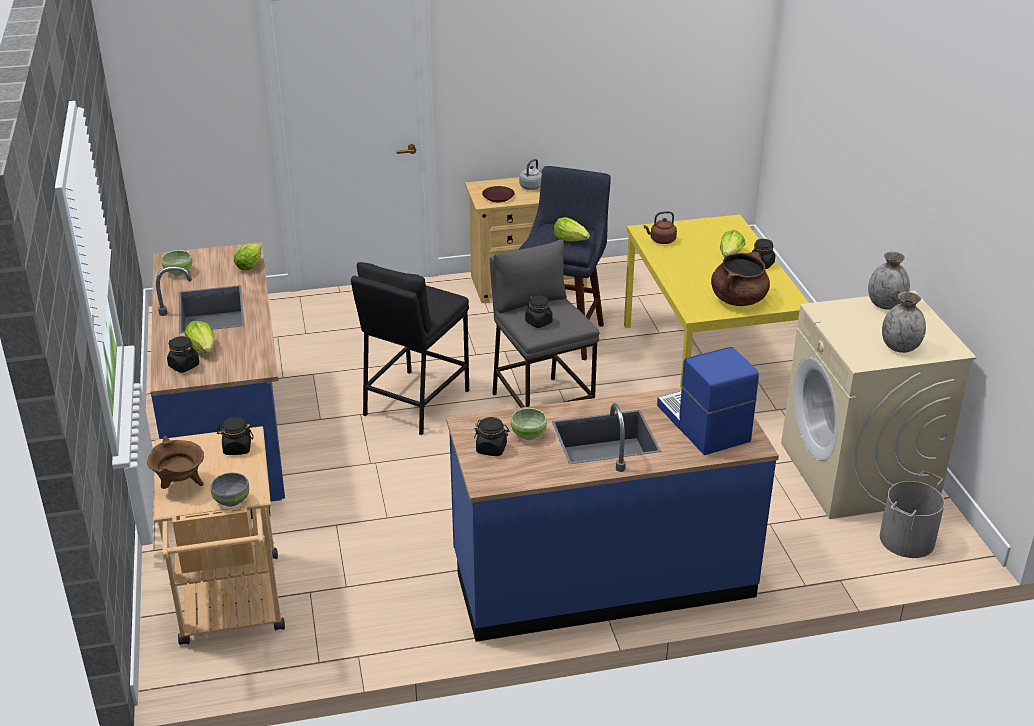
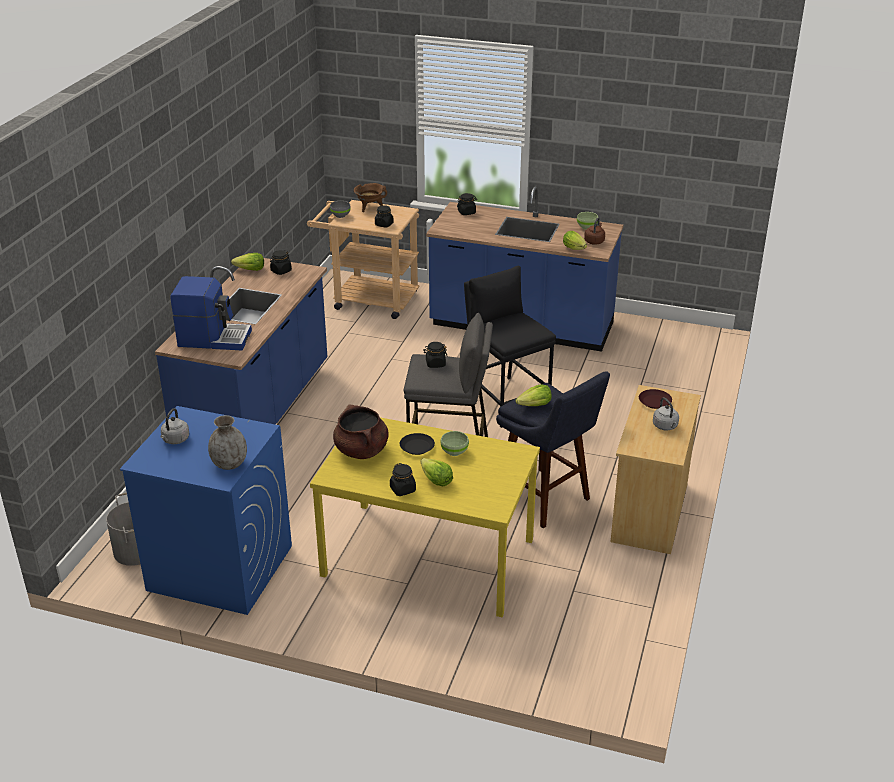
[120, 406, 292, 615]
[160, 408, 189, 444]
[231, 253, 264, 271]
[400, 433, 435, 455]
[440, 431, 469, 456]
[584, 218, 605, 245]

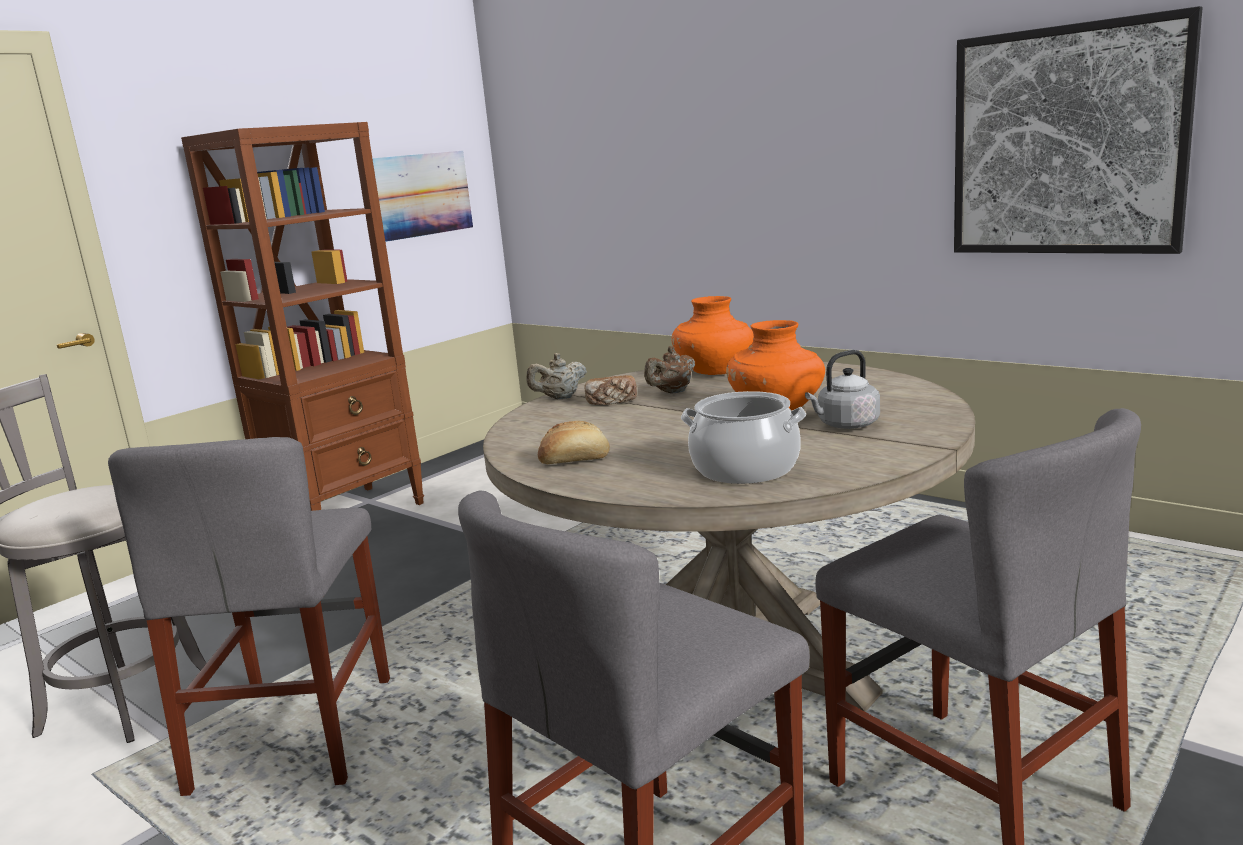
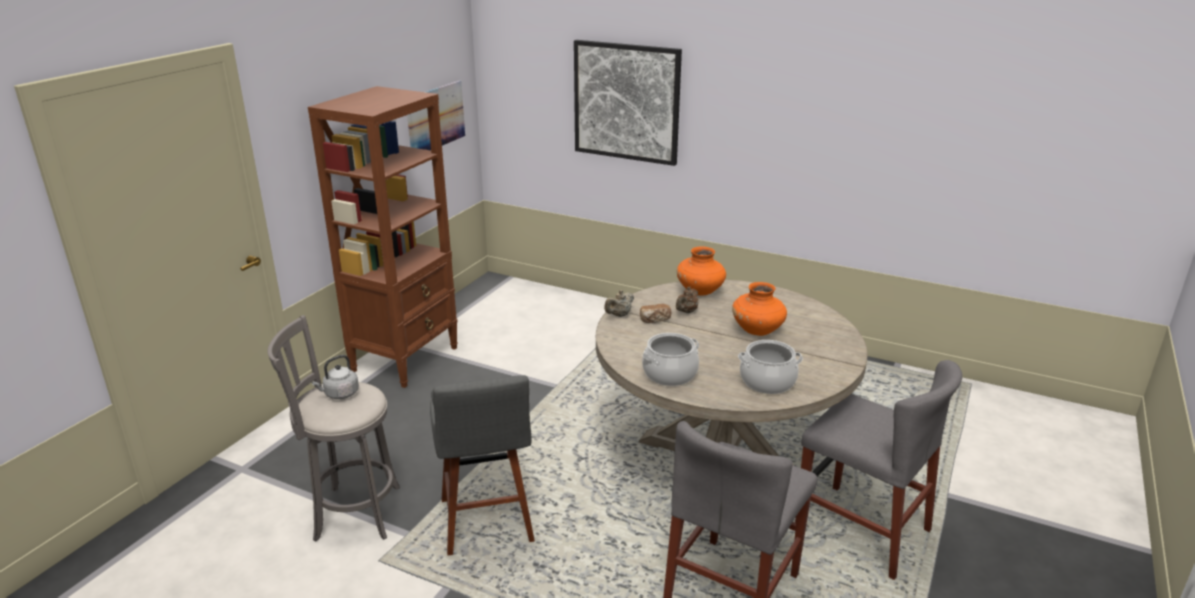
[312, 355, 359, 399]
[430, 375, 535, 555]
[574, 40, 682, 166]
[642, 333, 699, 386]

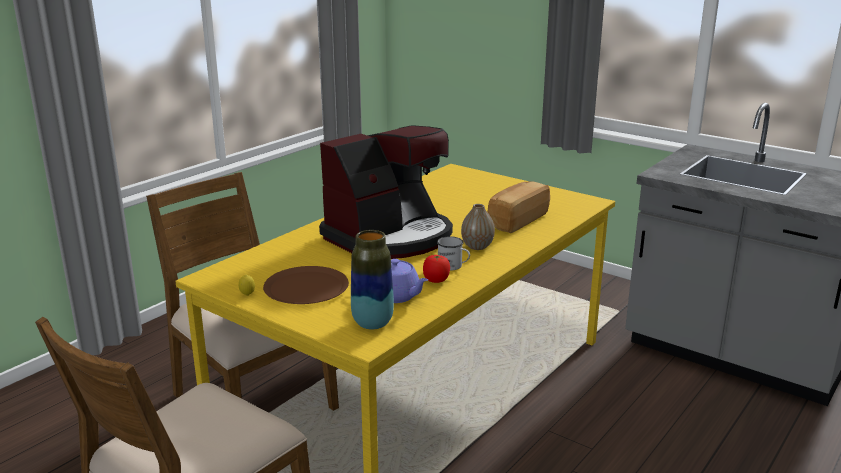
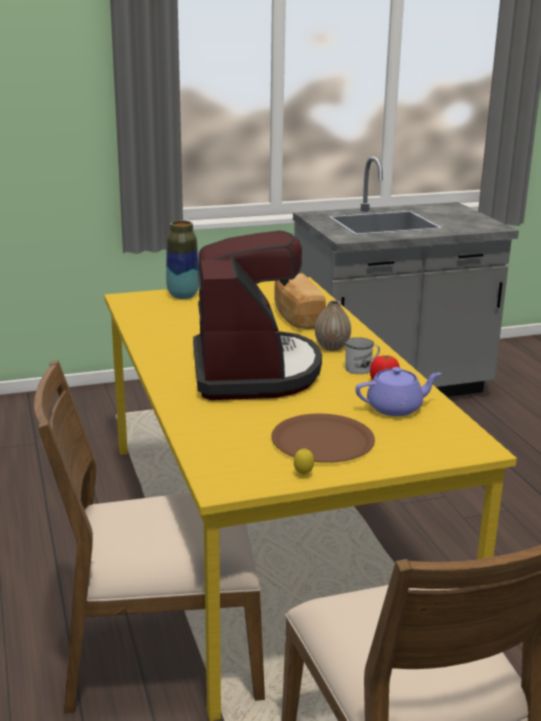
[166, 221, 199, 299]

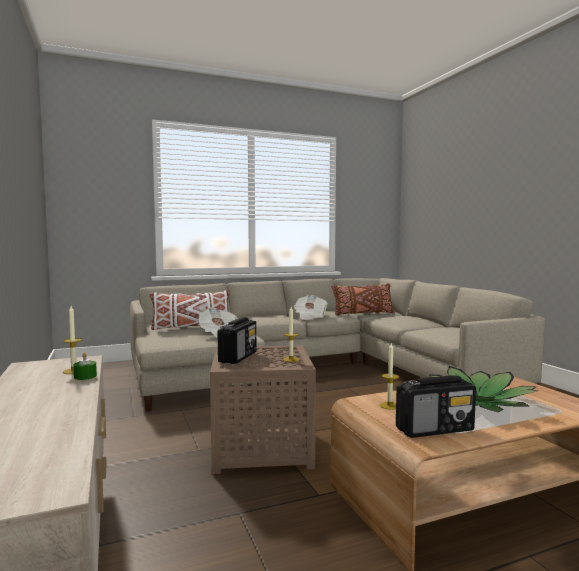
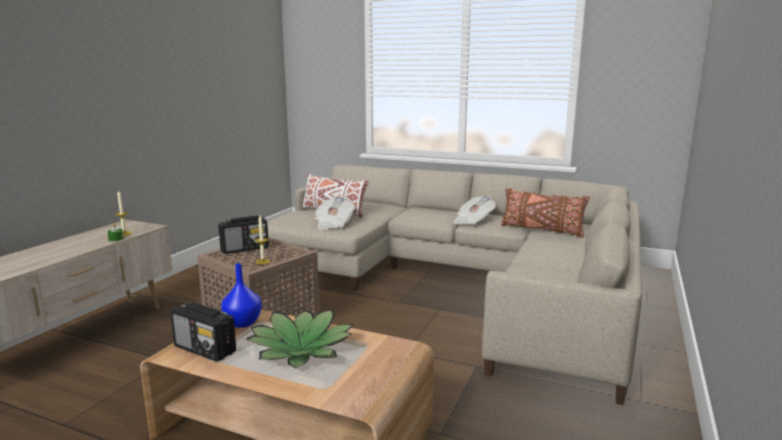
[221, 263, 262, 328]

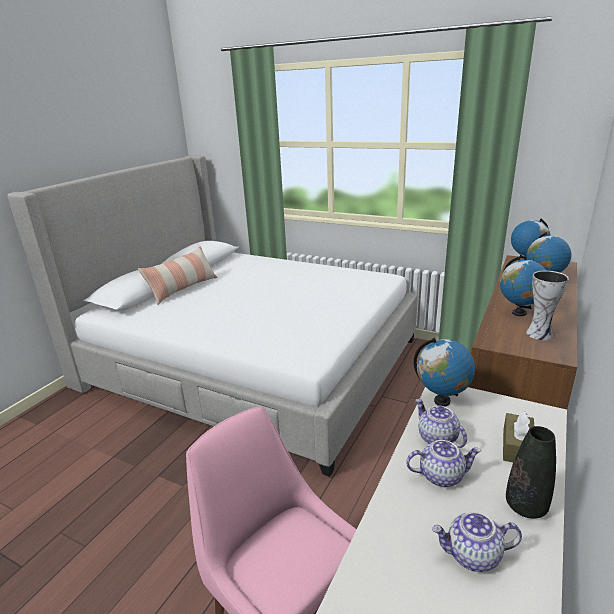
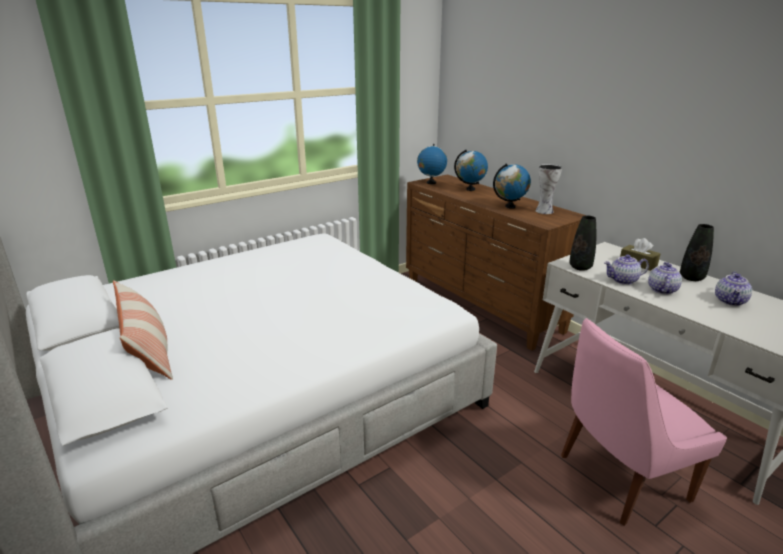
[569, 216, 596, 271]

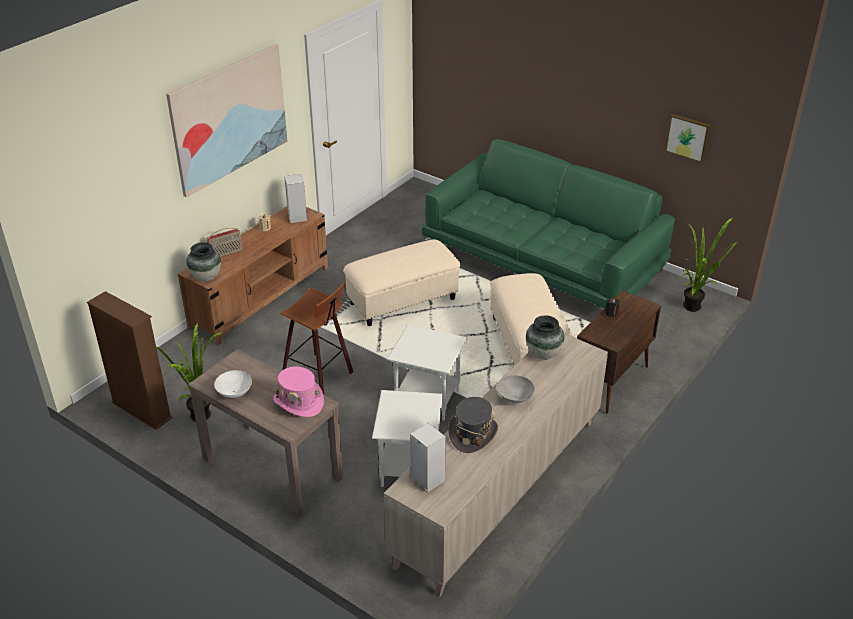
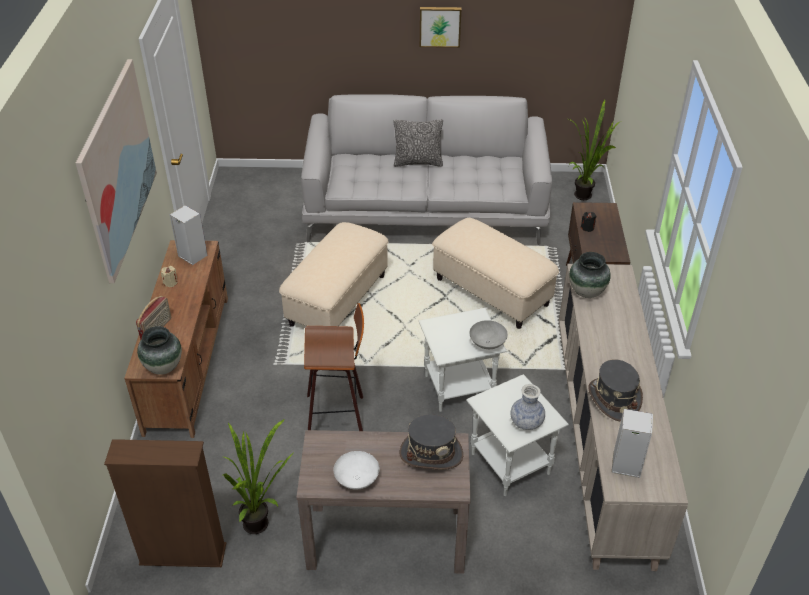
[301, 94, 552, 245]
[394, 119, 443, 167]
[400, 414, 463, 470]
[420, 7, 461, 48]
[469, 320, 508, 349]
[510, 384, 545, 430]

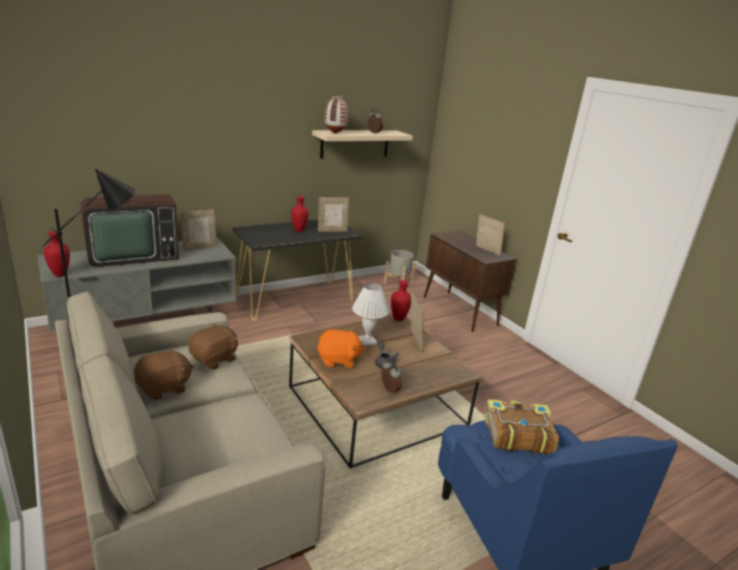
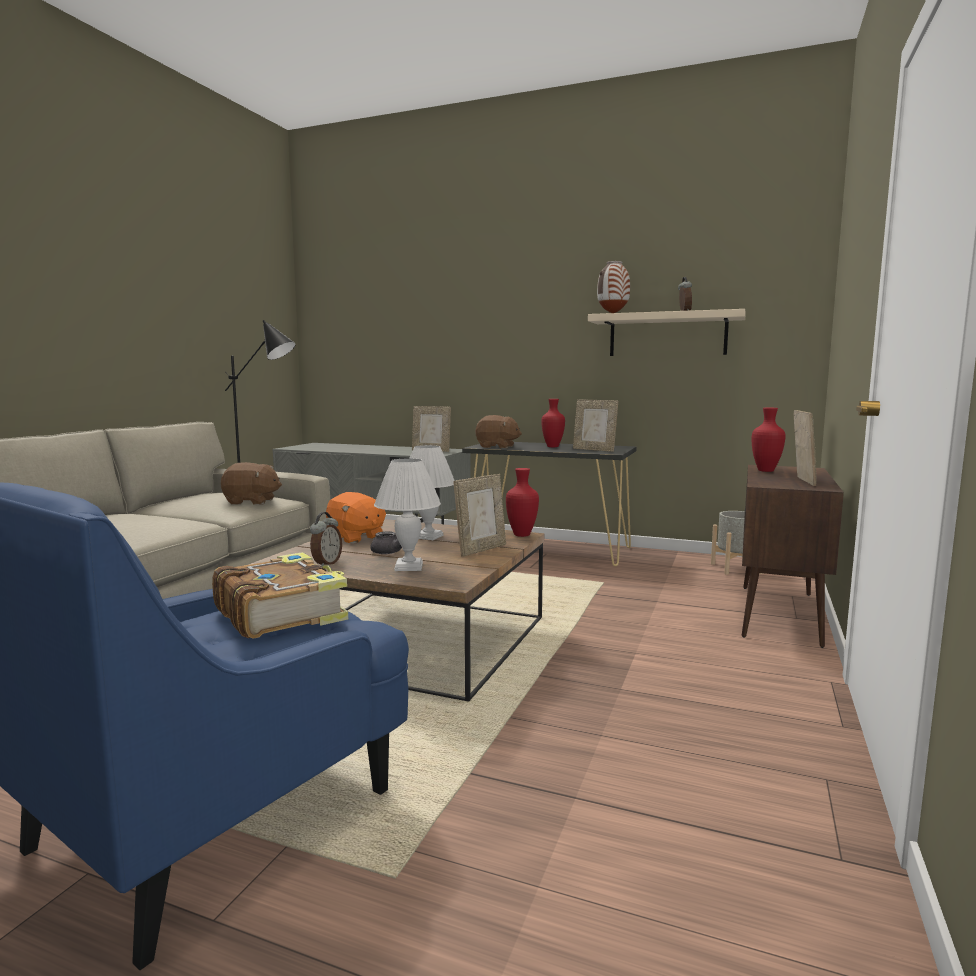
[374, 458, 441, 571]
[475, 415, 522, 449]
[752, 408, 785, 472]
[80, 194, 179, 267] (first image)

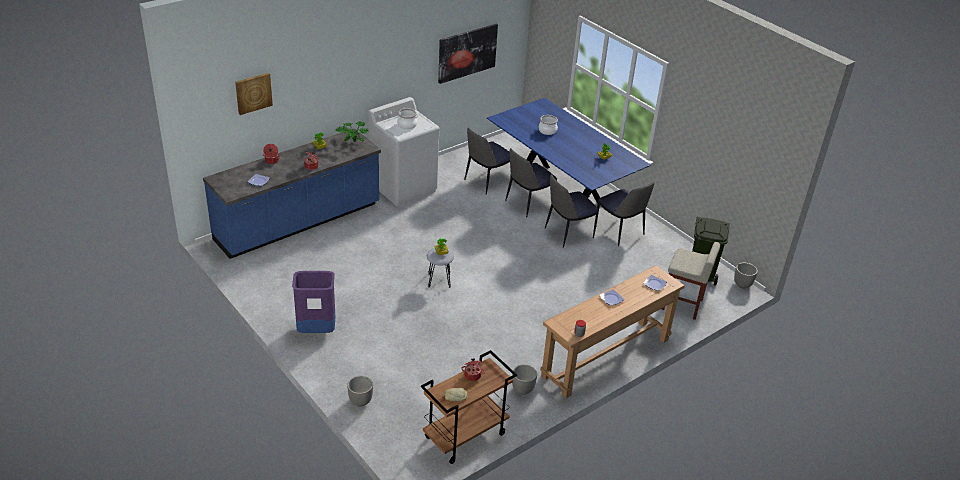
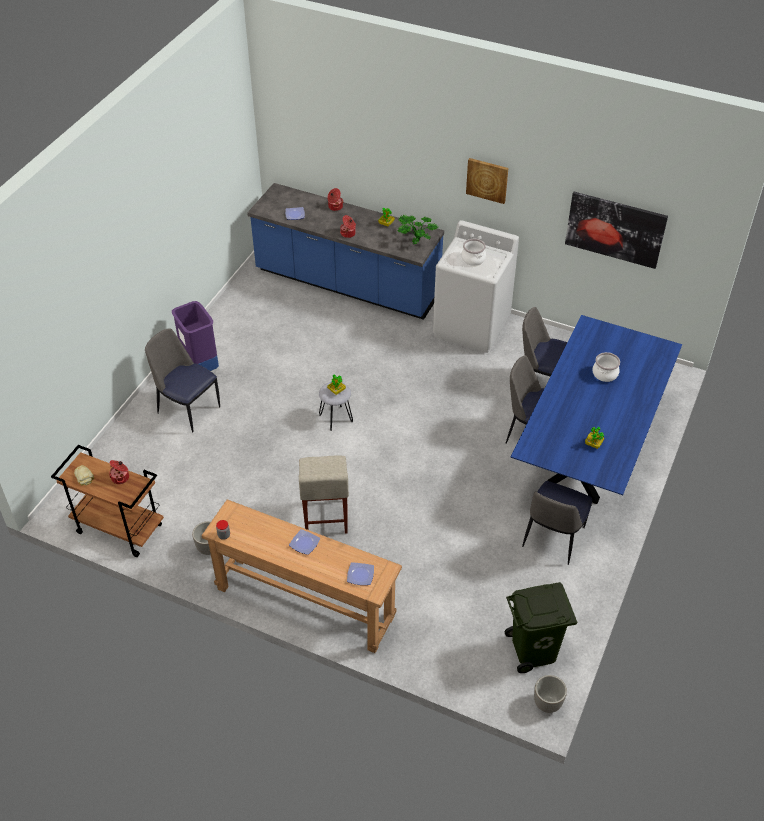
[145, 328, 220, 432]
[299, 455, 349, 534]
[466, 158, 509, 204]
[347, 376, 373, 407] (first image)

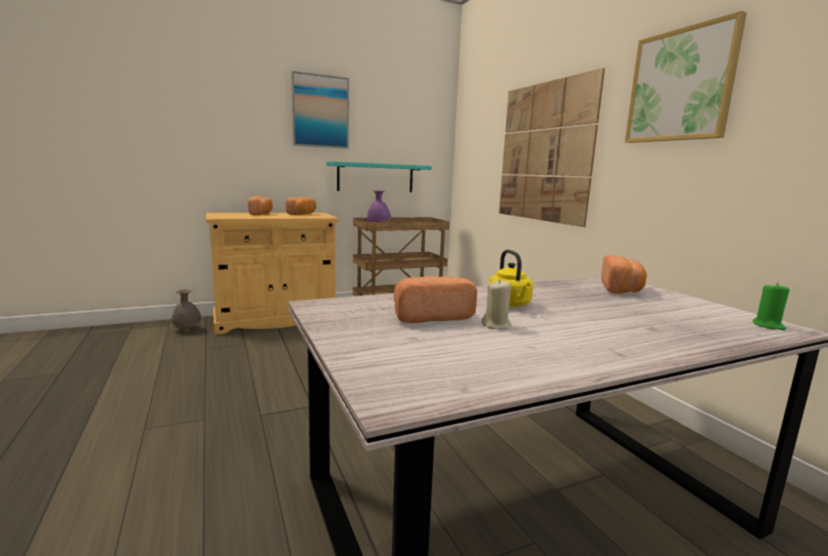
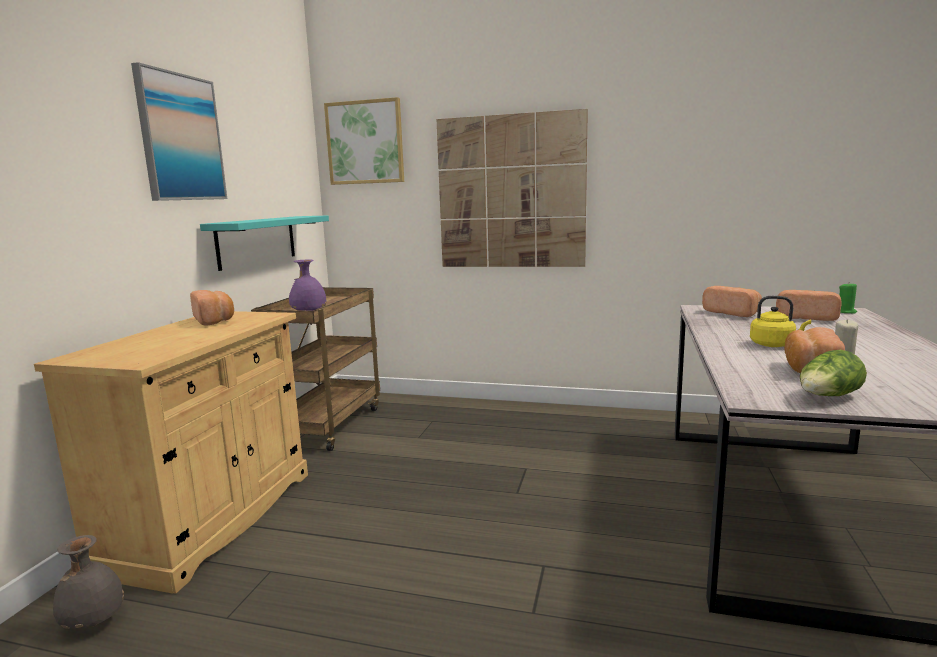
[324, 97, 404, 185]
[776, 290, 842, 321]
[800, 350, 867, 396]

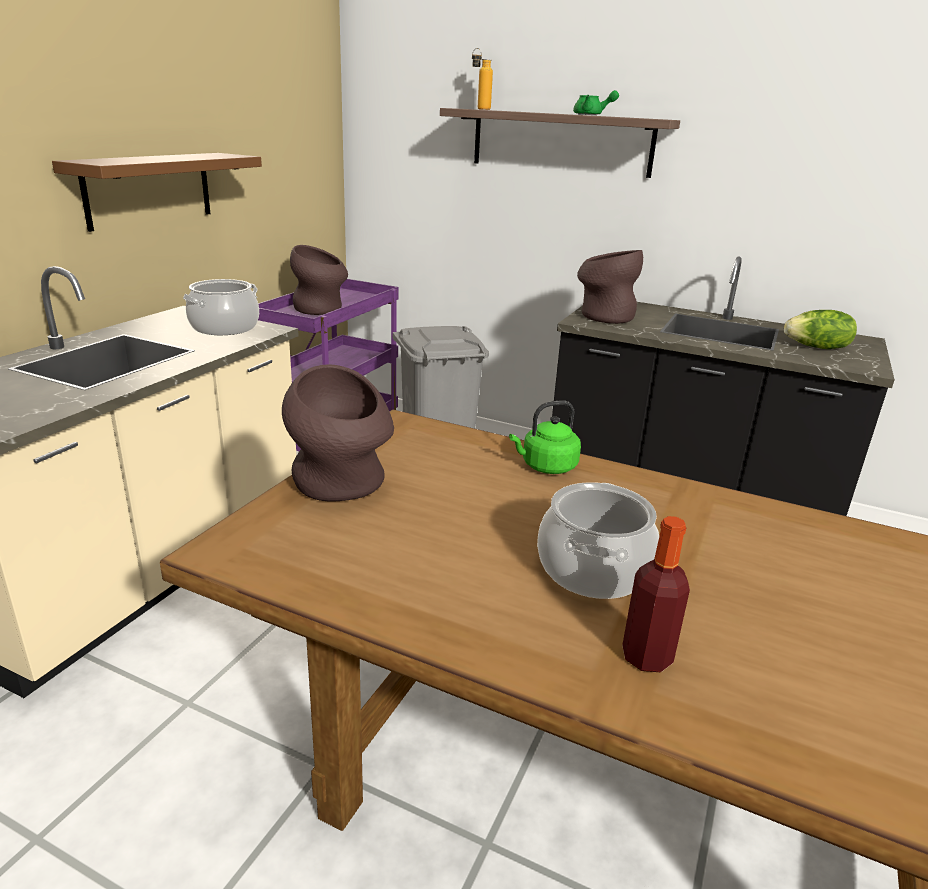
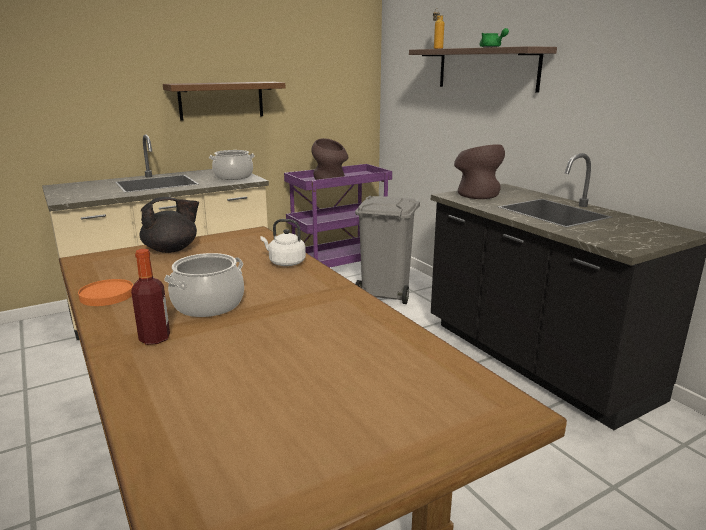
[78, 279, 133, 306]
[139, 197, 199, 253]
[260, 219, 306, 266]
[784, 310, 857, 349] (first image)

